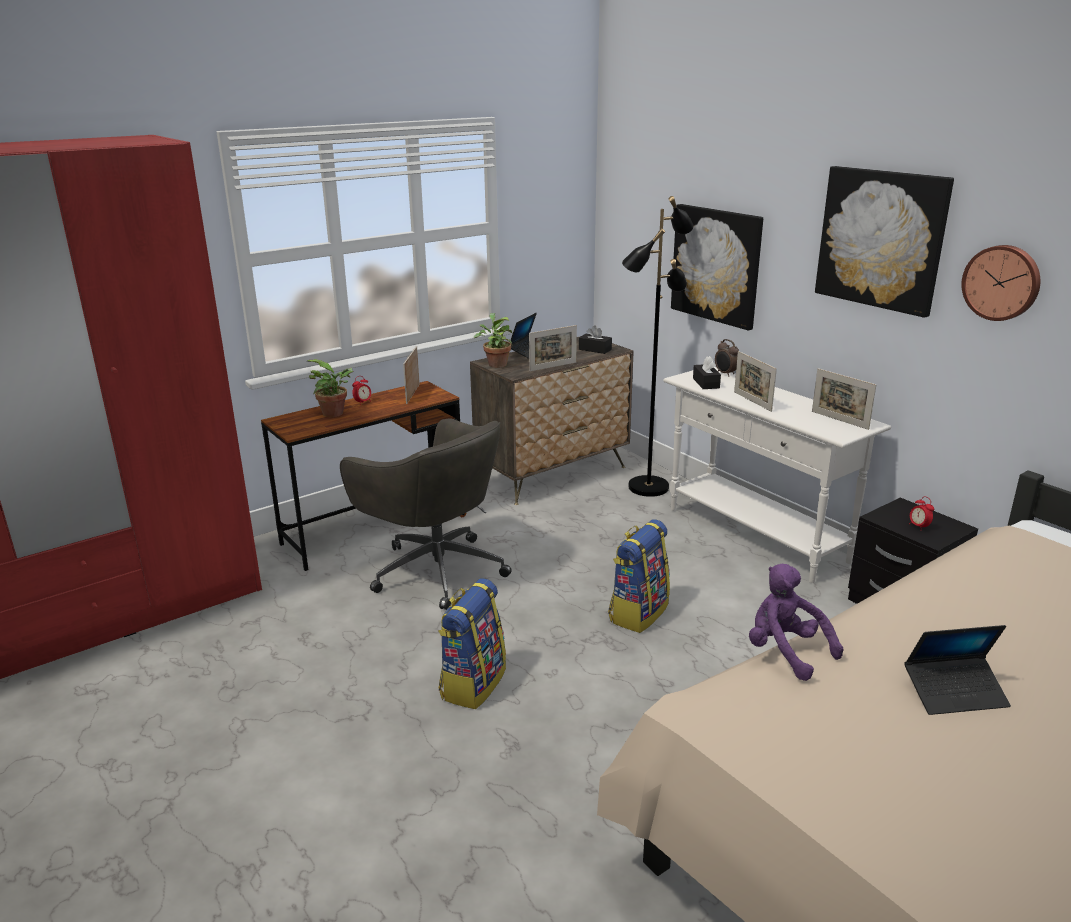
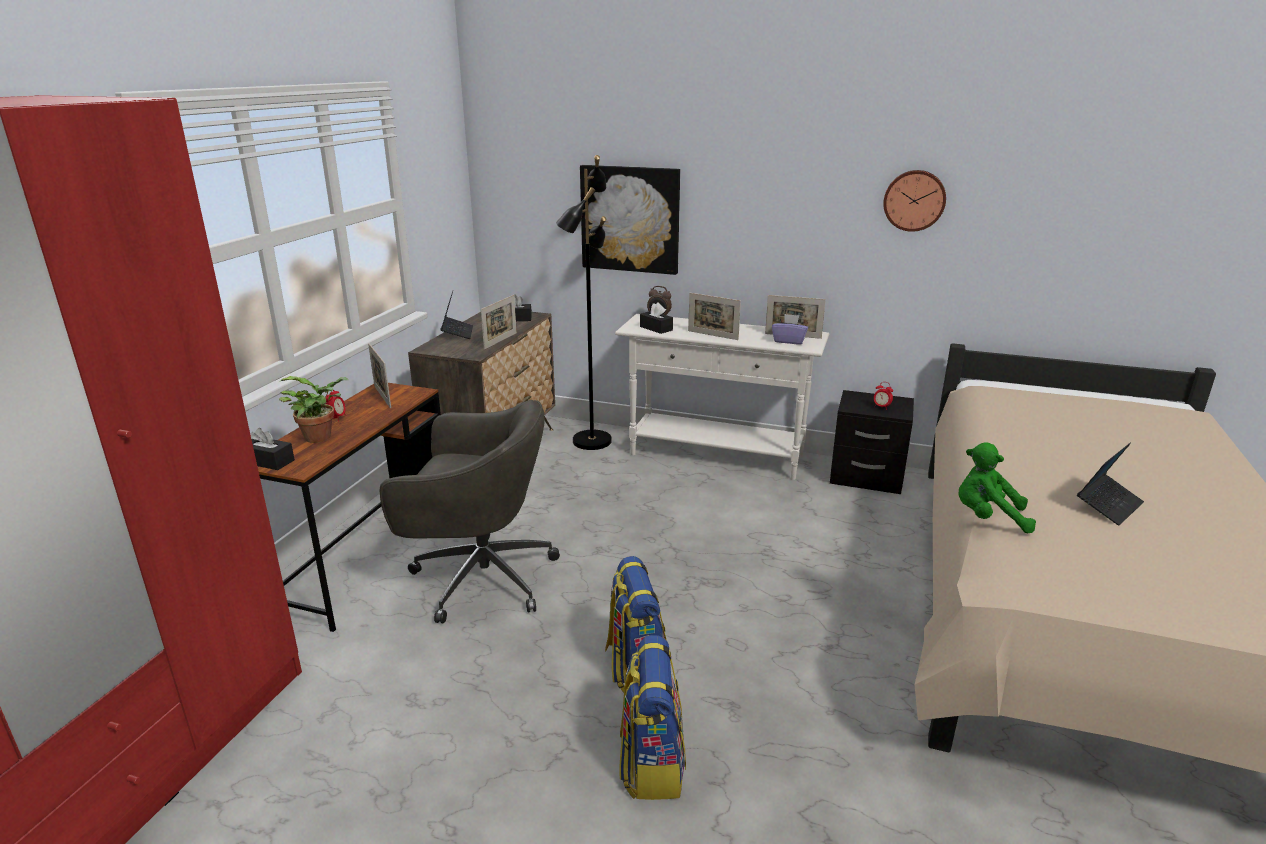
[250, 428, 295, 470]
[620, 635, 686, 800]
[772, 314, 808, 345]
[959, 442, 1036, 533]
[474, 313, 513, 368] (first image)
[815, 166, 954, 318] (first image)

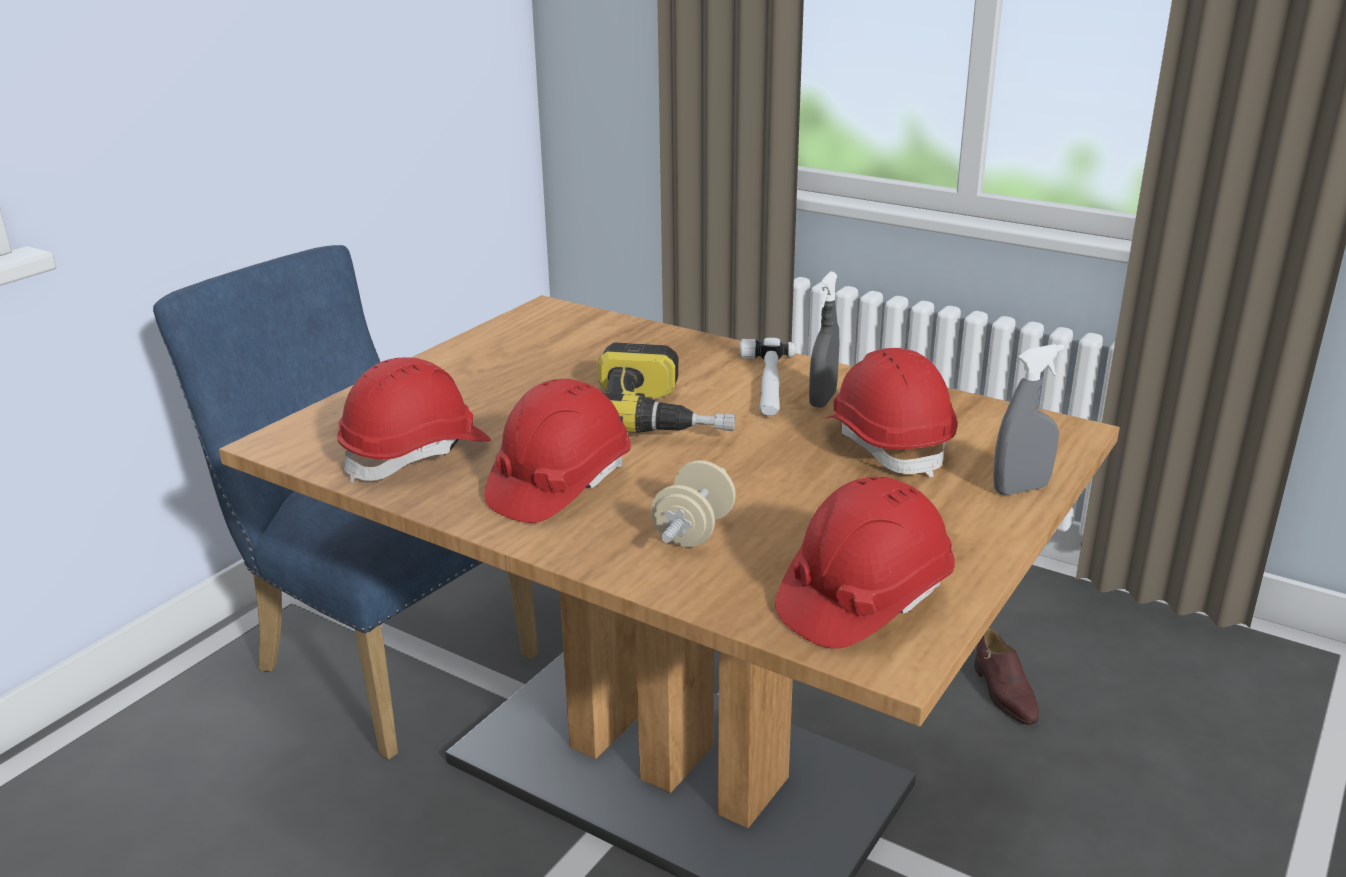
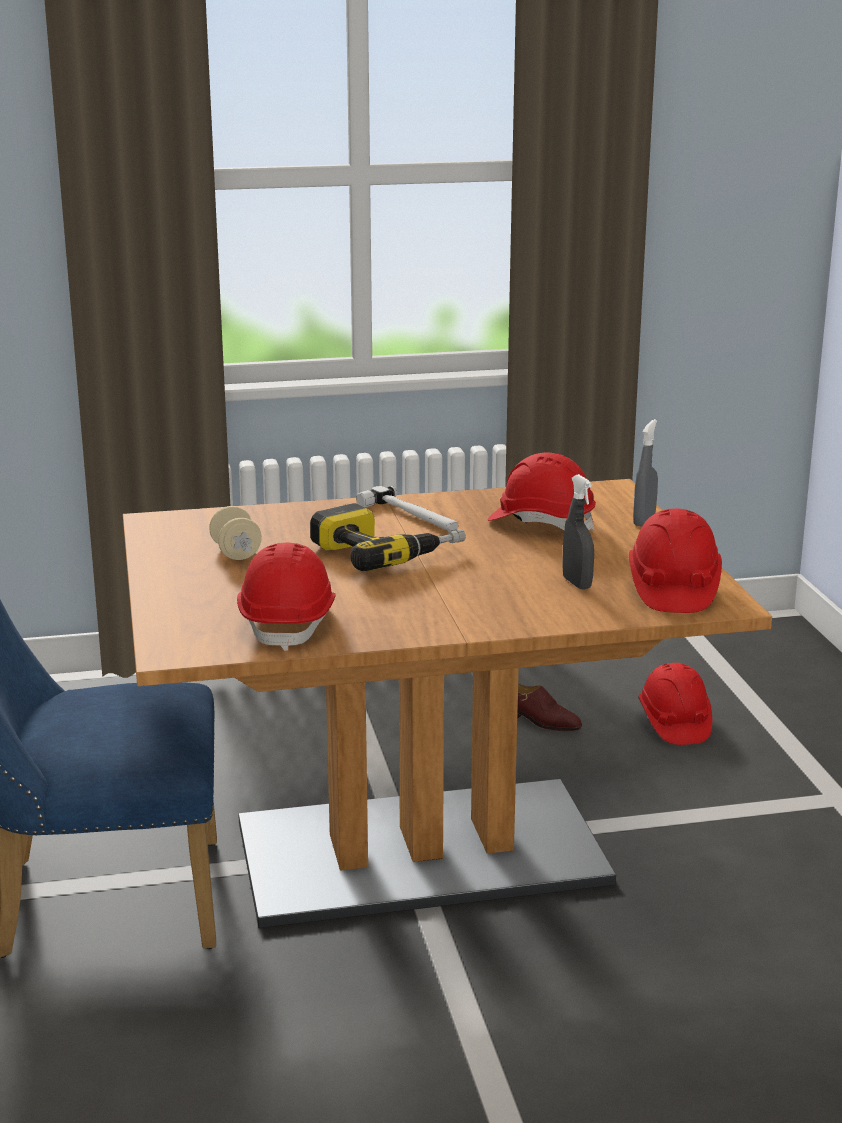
[209, 506, 262, 560]
[562, 474, 594, 589]
[639, 663, 712, 745]

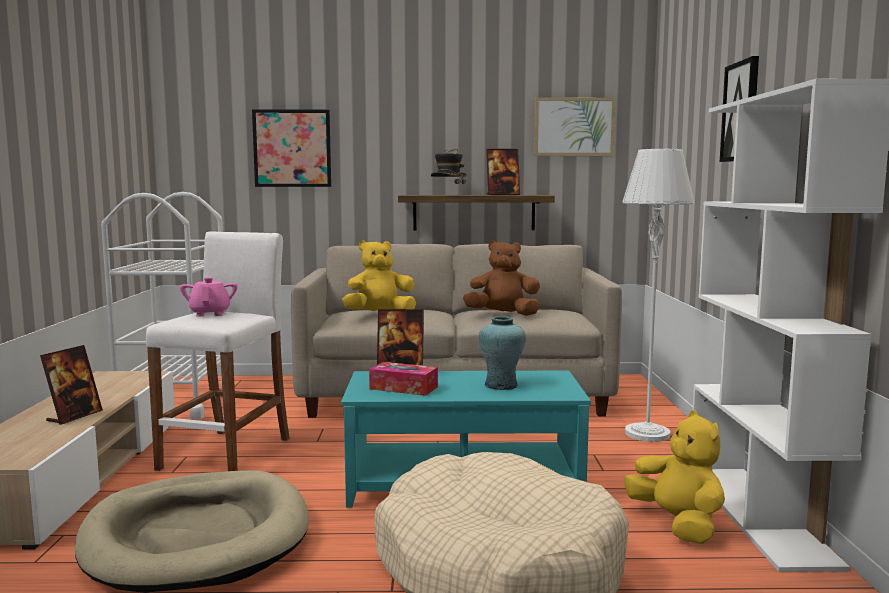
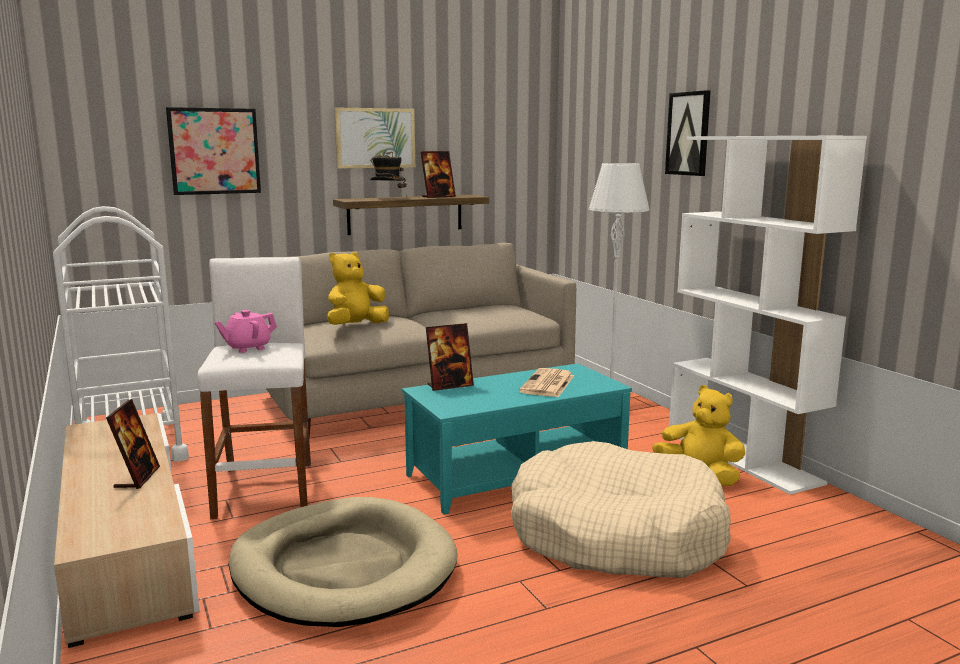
[214, 310, 277, 353]
[335, 107, 415, 169]
[519, 368, 575, 397]
[369, 362, 438, 396] (first image)
[463, 241, 540, 316] (first image)

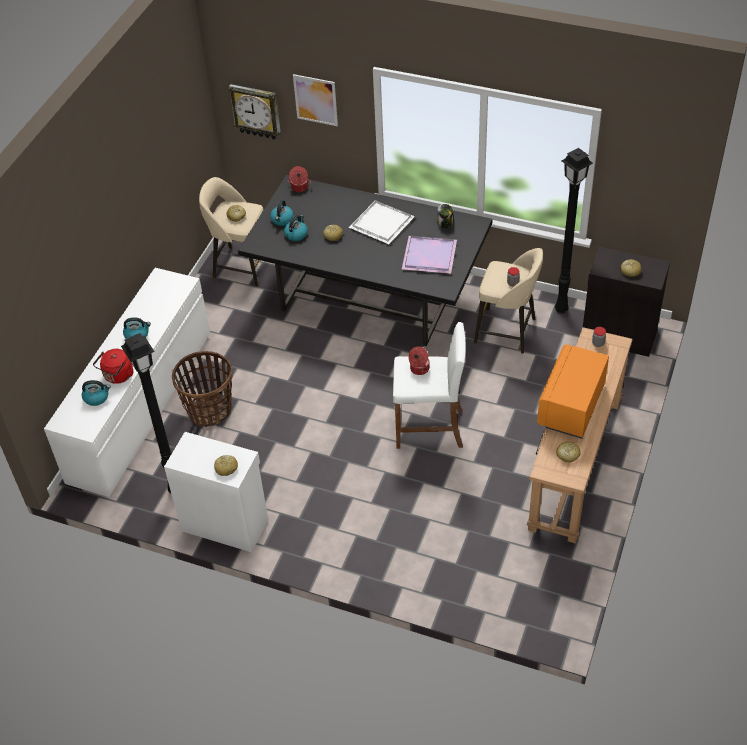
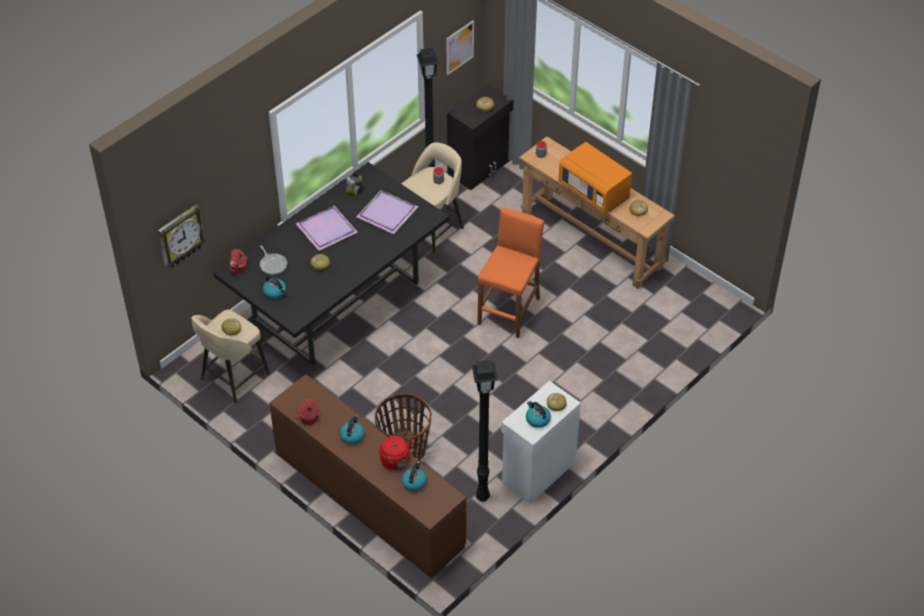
[260, 245, 287, 275]
[269, 374, 466, 578]
[296, 206, 358, 251]
[296, 399, 322, 425]
[446, 20, 474, 75]
[477, 208, 544, 338]
[526, 401, 551, 428]

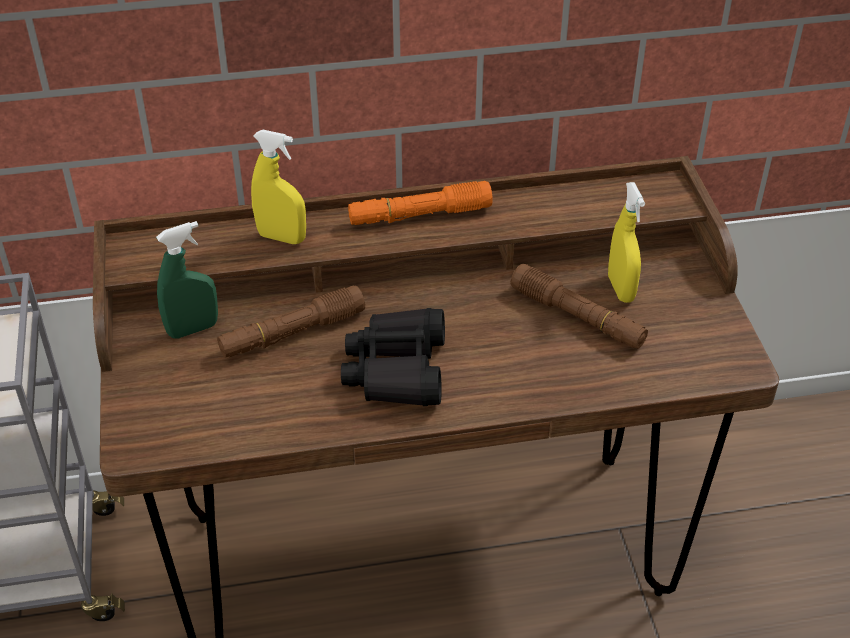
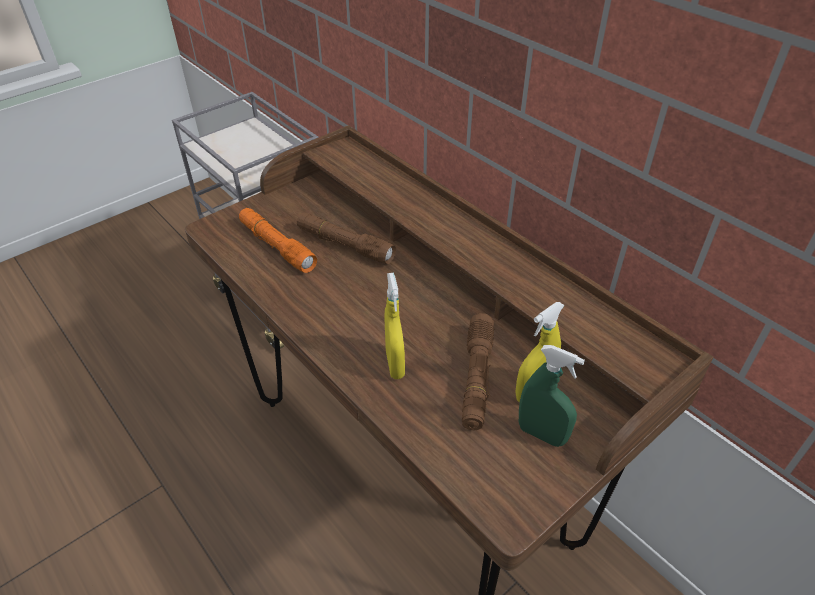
[239, 208, 317, 273]
[385, 273, 405, 379]
[519, 345, 585, 447]
[341, 308, 445, 406] (first image)

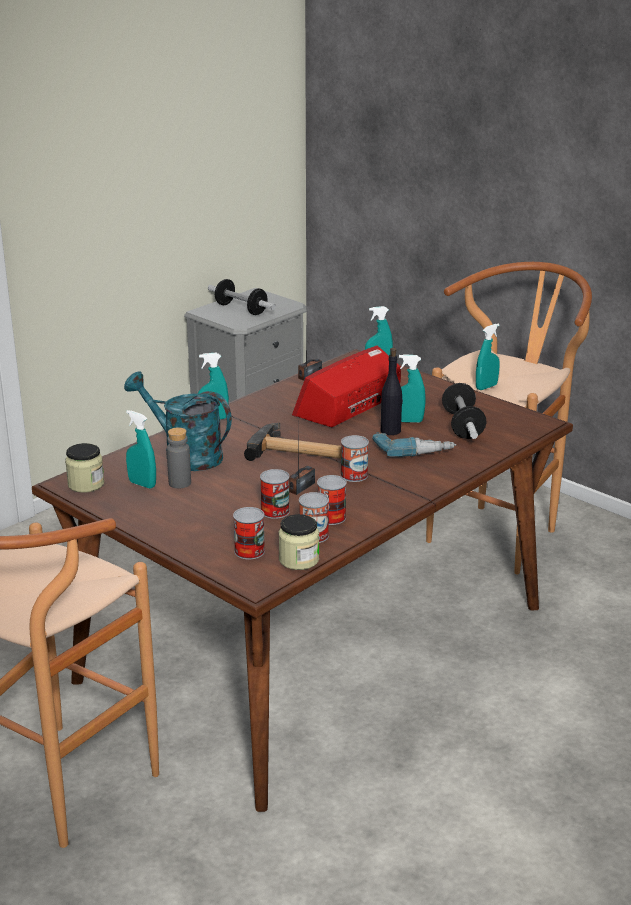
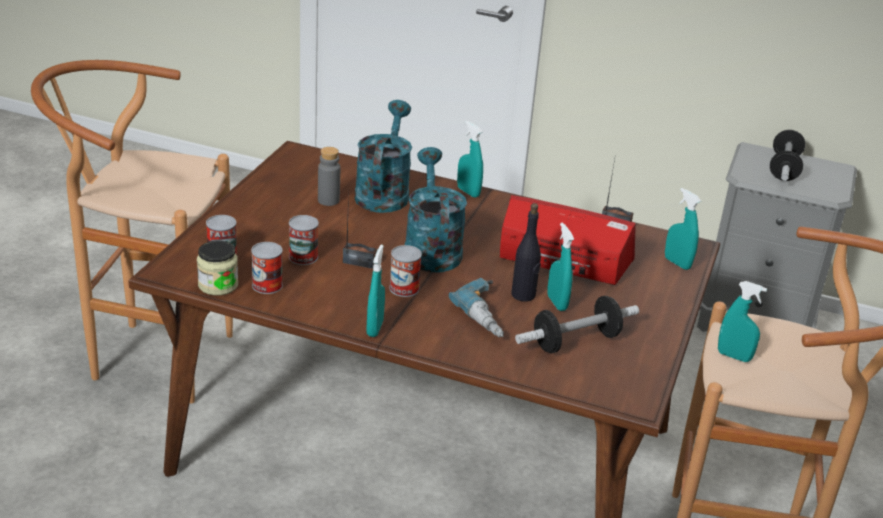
[366, 245, 385, 337]
[405, 147, 467, 273]
[65, 443, 104, 493] (first image)
[317, 475, 347, 525] (first image)

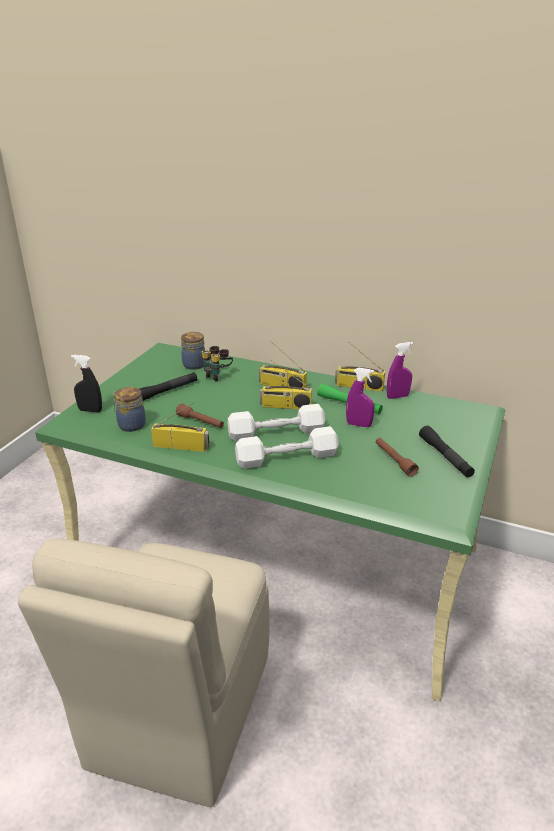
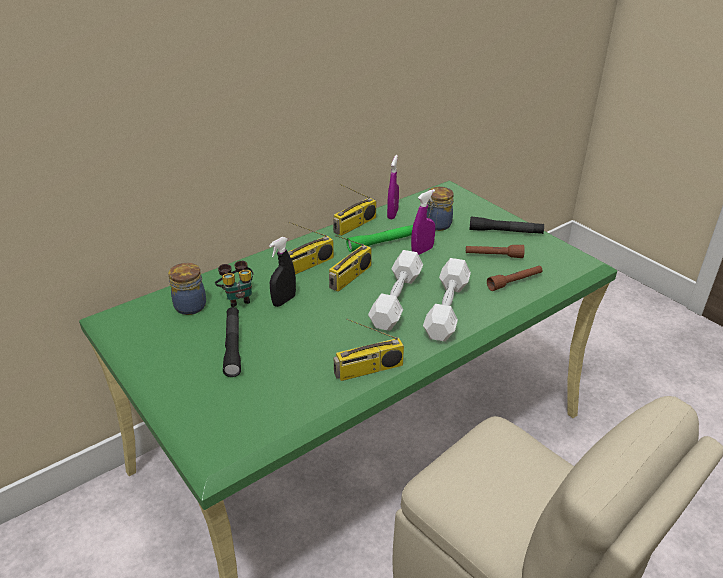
[269, 237, 296, 307]
[334, 319, 404, 381]
[427, 187, 454, 231]
[487, 266, 542, 291]

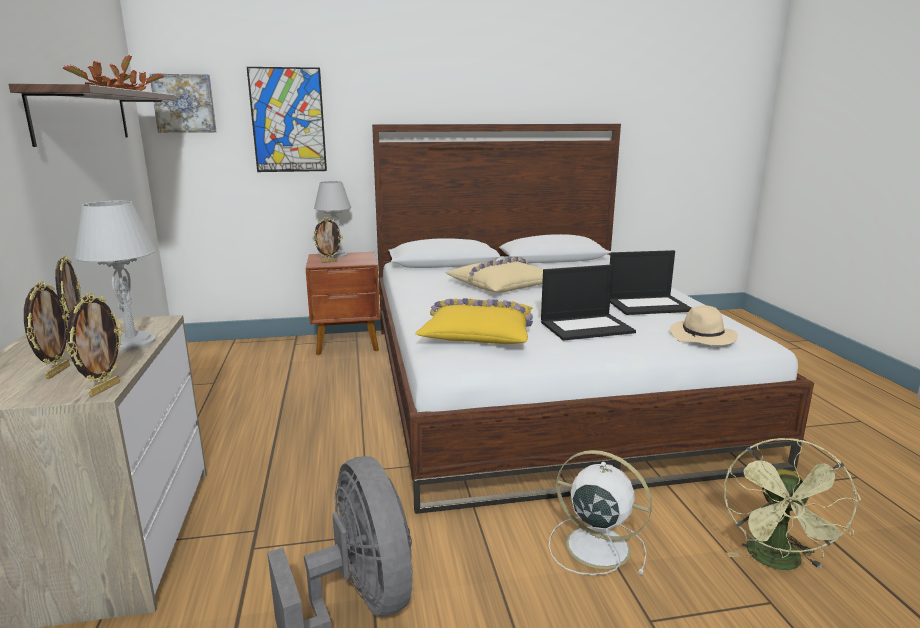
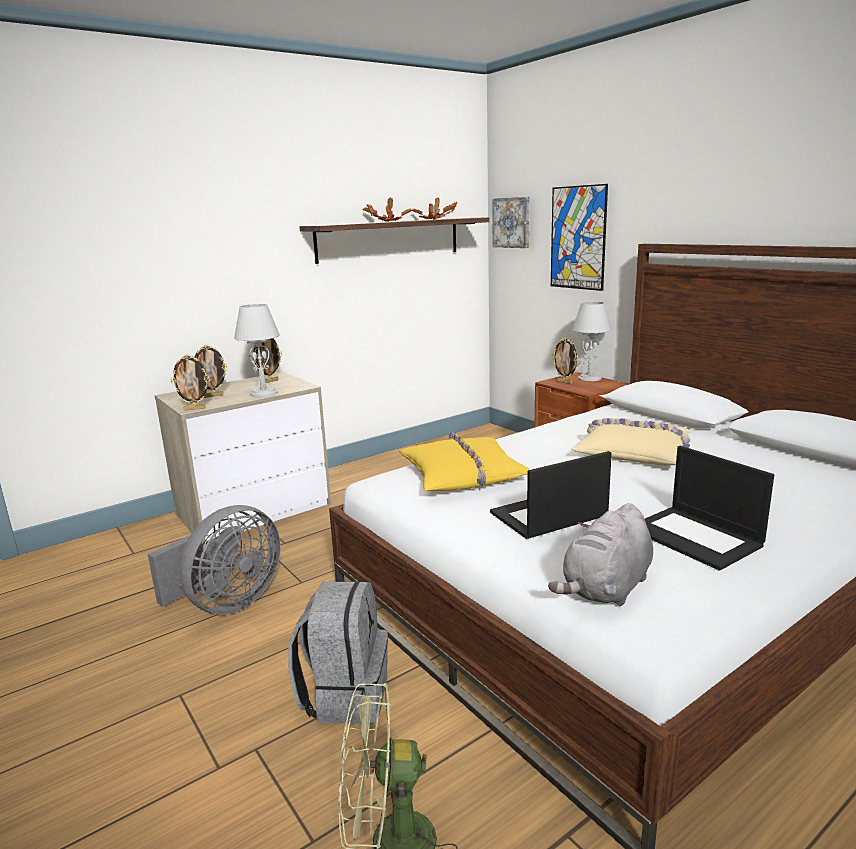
[288, 581, 388, 724]
[490, 451, 612, 539]
[548, 503, 653, 606]

